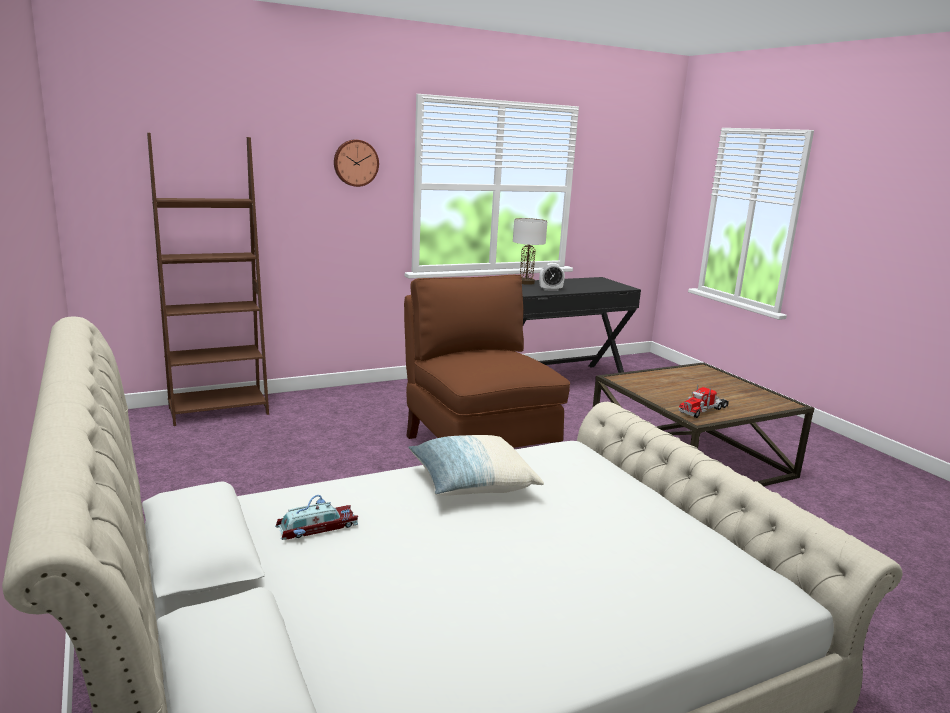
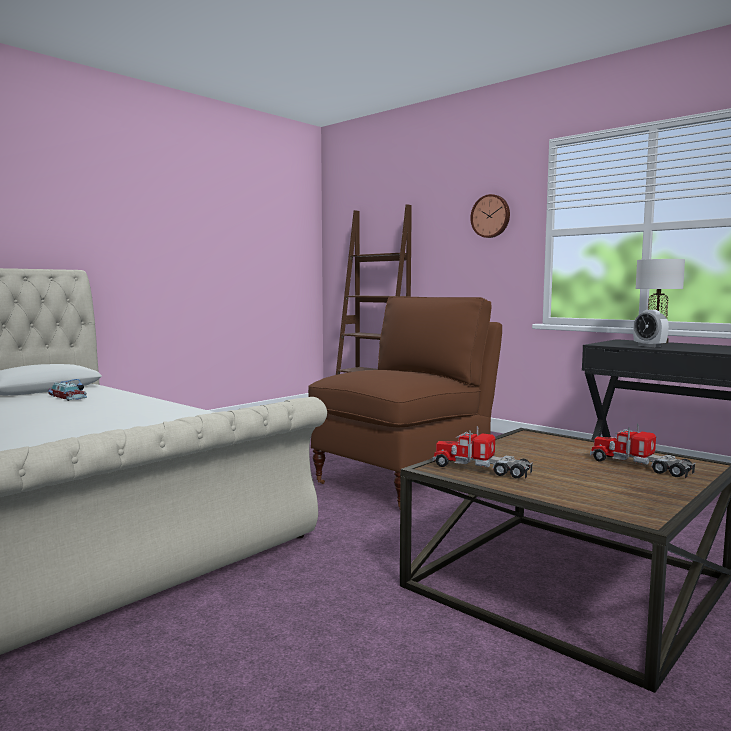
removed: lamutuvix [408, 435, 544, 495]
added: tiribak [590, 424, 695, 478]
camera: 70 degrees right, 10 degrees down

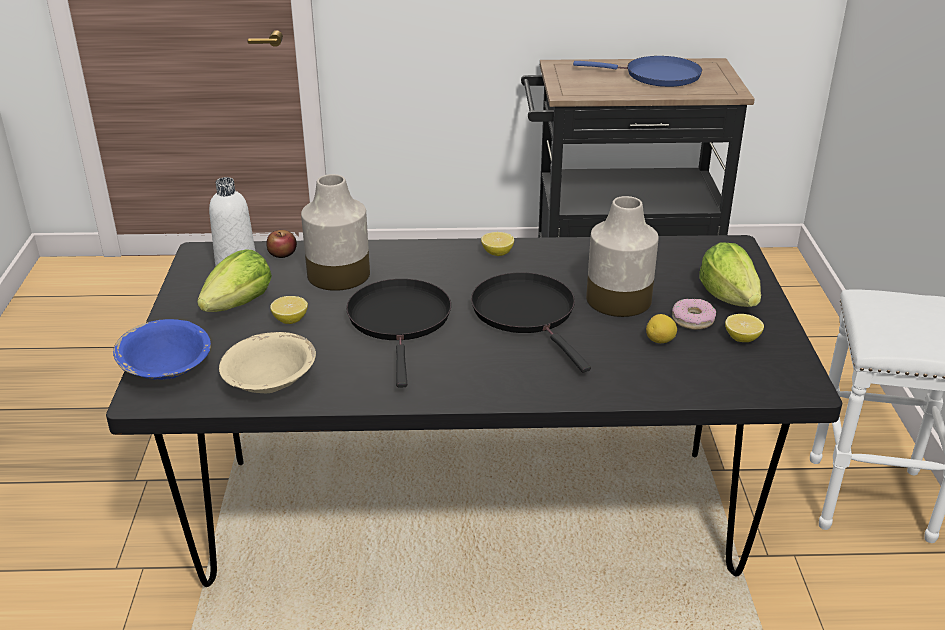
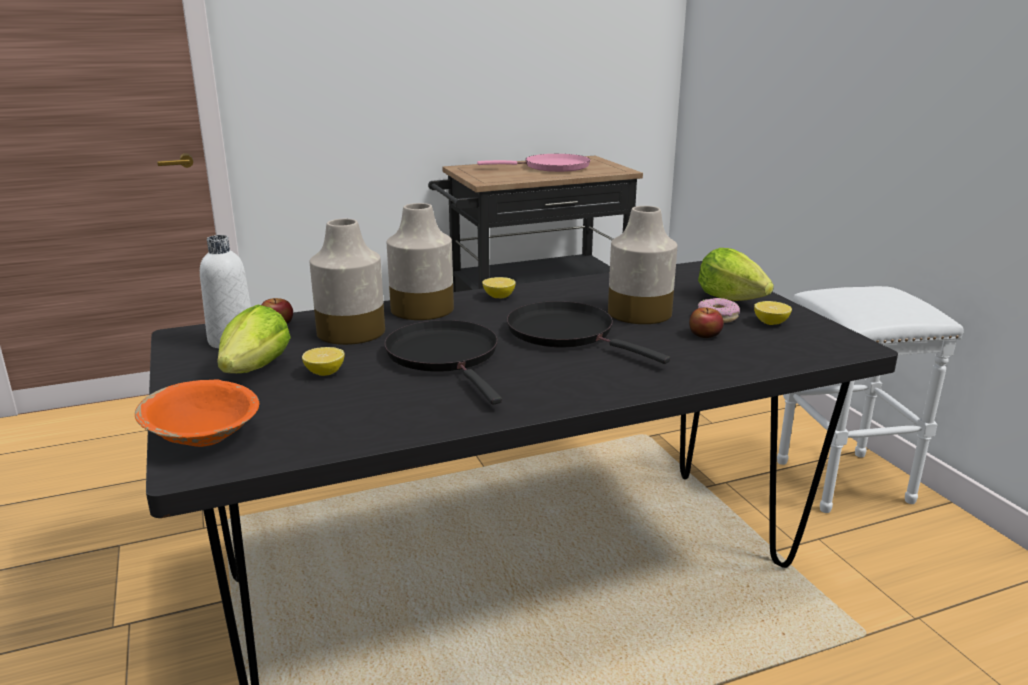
removed: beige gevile [219, 332, 316, 393]
added: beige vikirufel [387, 203, 454, 320]
replaced: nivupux [646, 314, 677, 343] to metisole [689, 307, 724, 338]
recoloured: blue gevile [113, 319, 211, 380] to orange gevile [135, 379, 259, 447]; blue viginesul [573, 56, 702, 87] to pink viginesul [477, 154, 590, 172]
camera: 20 degrees left, 10 degrees down

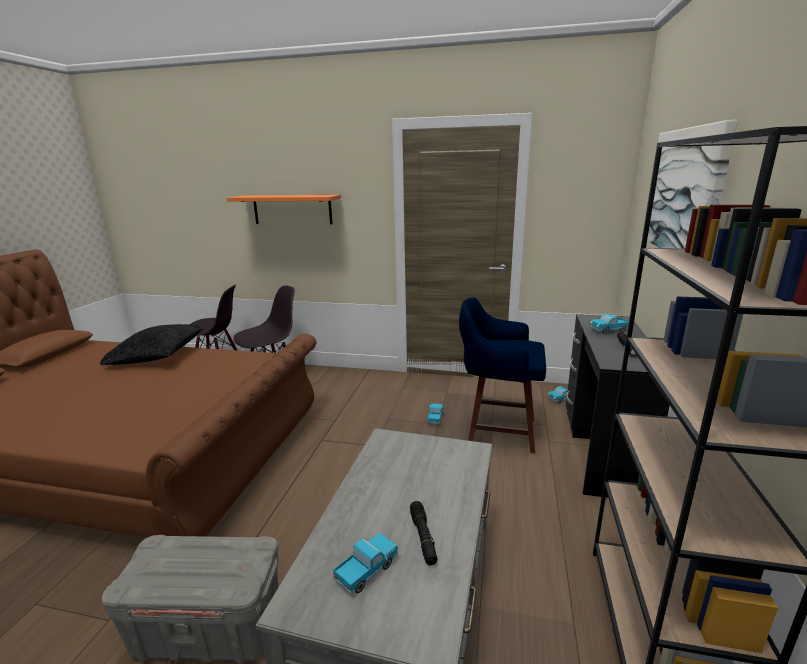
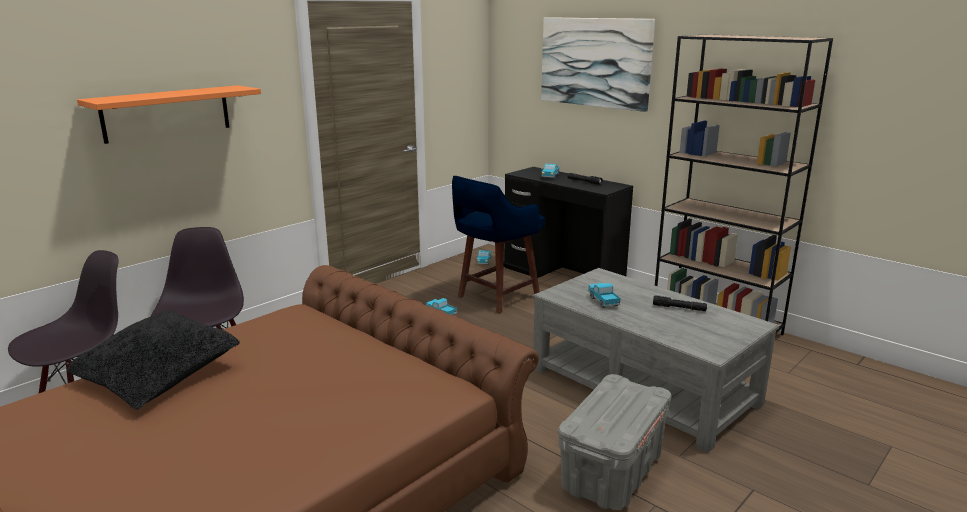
moved: tiribak [333, 533, 398, 595] to [588, 283, 621, 308]
camera: 60 degrees left, 0 degrees up

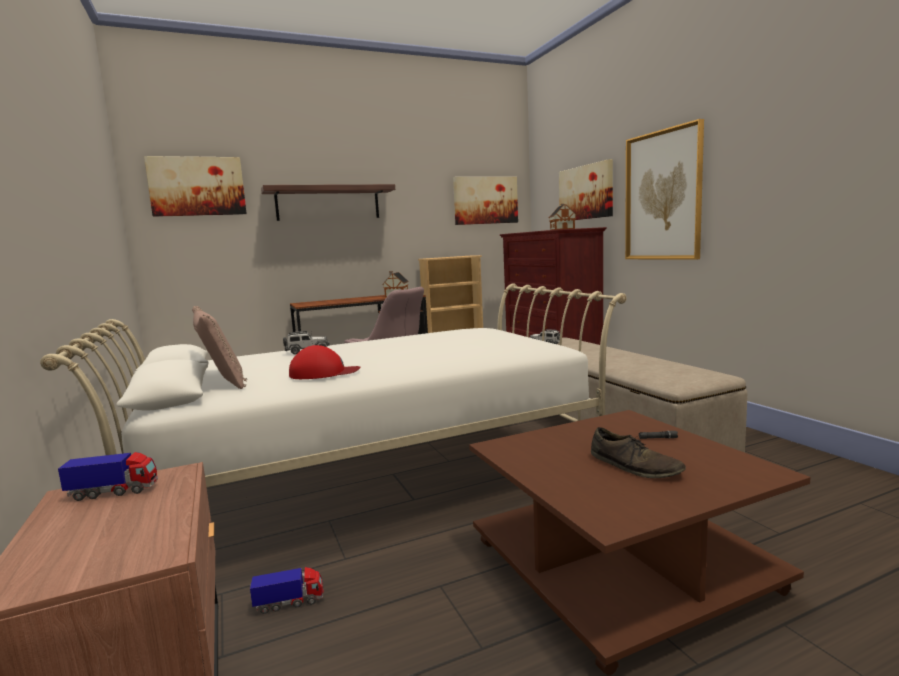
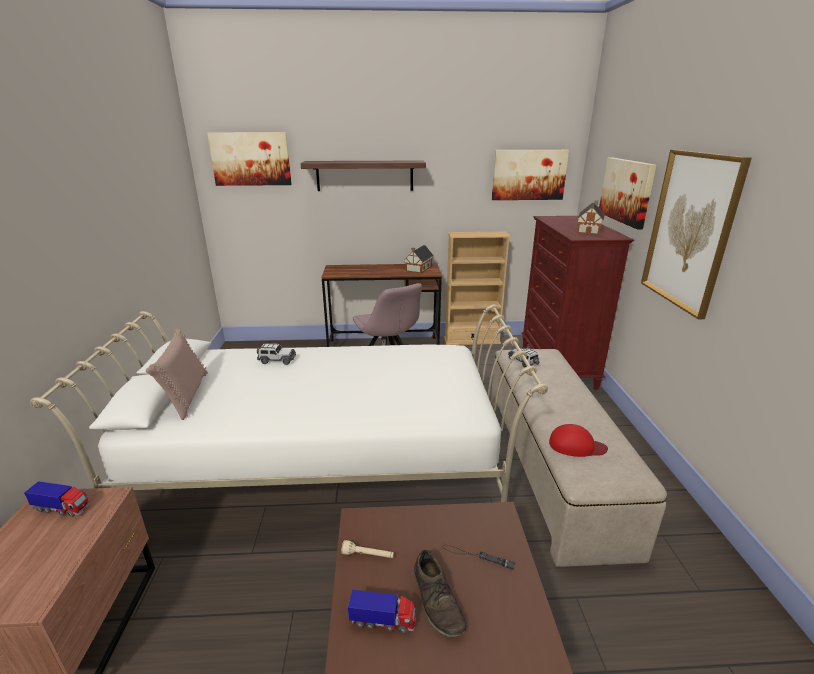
added: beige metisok [341, 540, 394, 558]
moved: tiribak [250, 567, 324, 614] to [348, 590, 416, 633]; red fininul [289, 345, 360, 379] to [549, 424, 608, 457]
camera: 20 degrees right, 15 degrees up

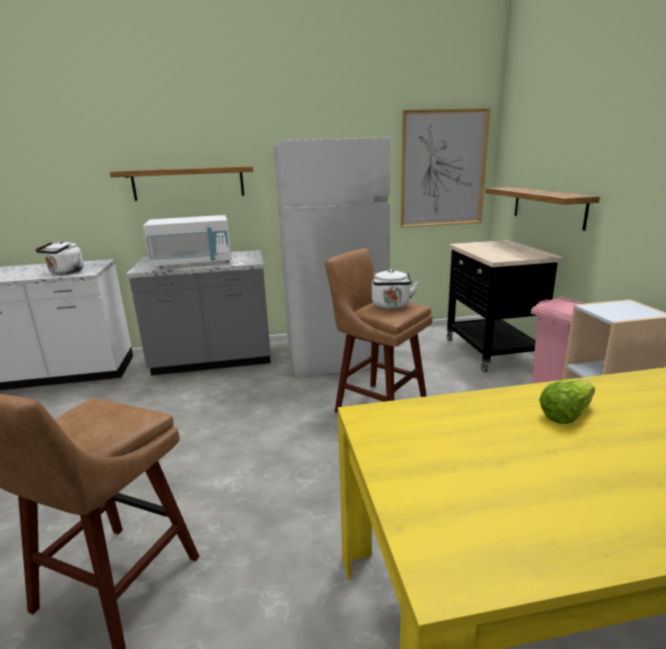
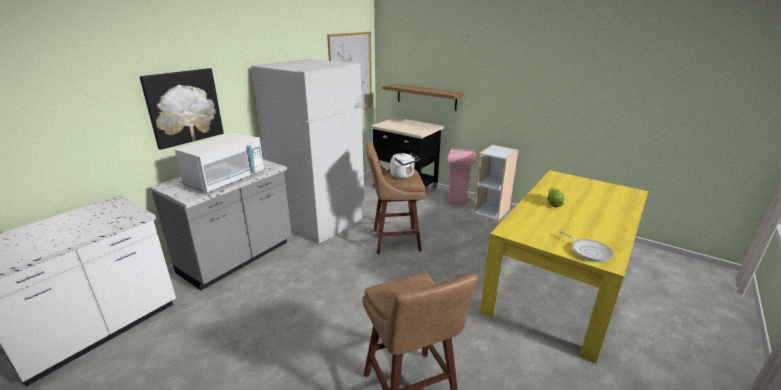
removed: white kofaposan [35, 241, 84, 274]
added: viginesul [559, 231, 614, 262]
replaced: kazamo [110, 166, 253, 201] to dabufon [140, 68, 224, 150]
camera: 45 degrees left, 5 degrees up

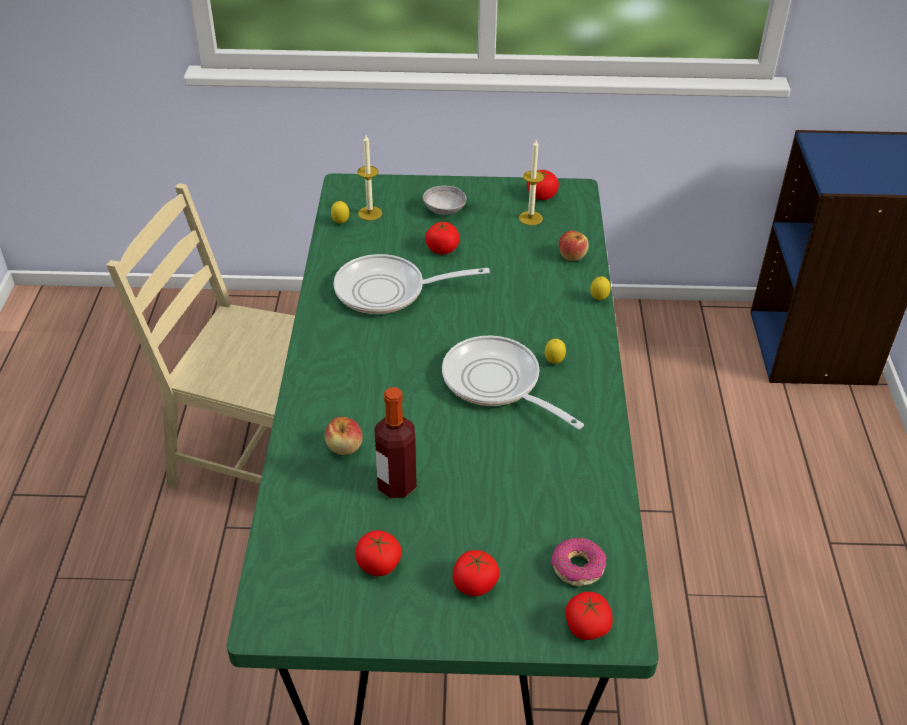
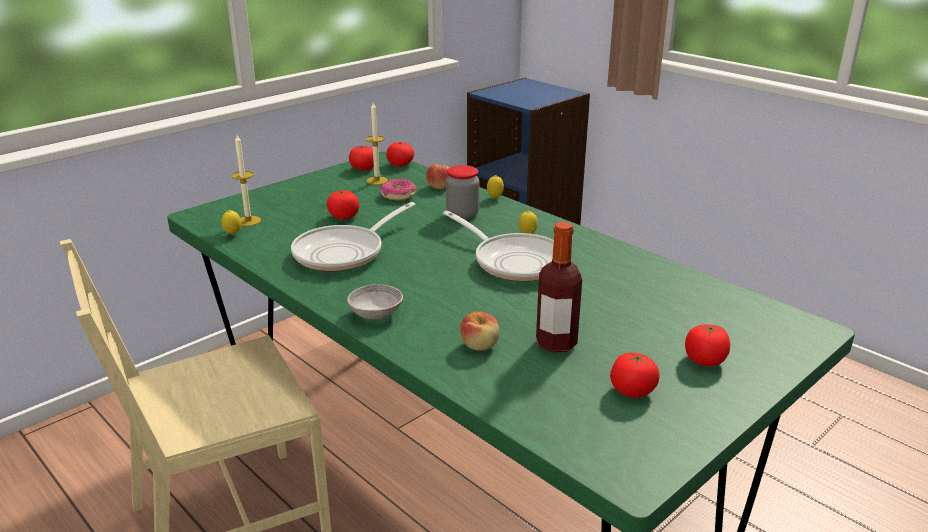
added: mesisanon [446, 165, 479, 220]
moved: grey gevile [423, 186, 467, 215] to [347, 284, 403, 319]; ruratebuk [551, 537, 607, 586] to [380, 179, 416, 200]; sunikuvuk [565, 592, 613, 640] to [386, 142, 414, 167]
turned: viginesul [442, 336, 584, 429] = [443, 211, 554, 282] 135 degrees counterclockwise
camera: 45 degrees left, 15 degrees down

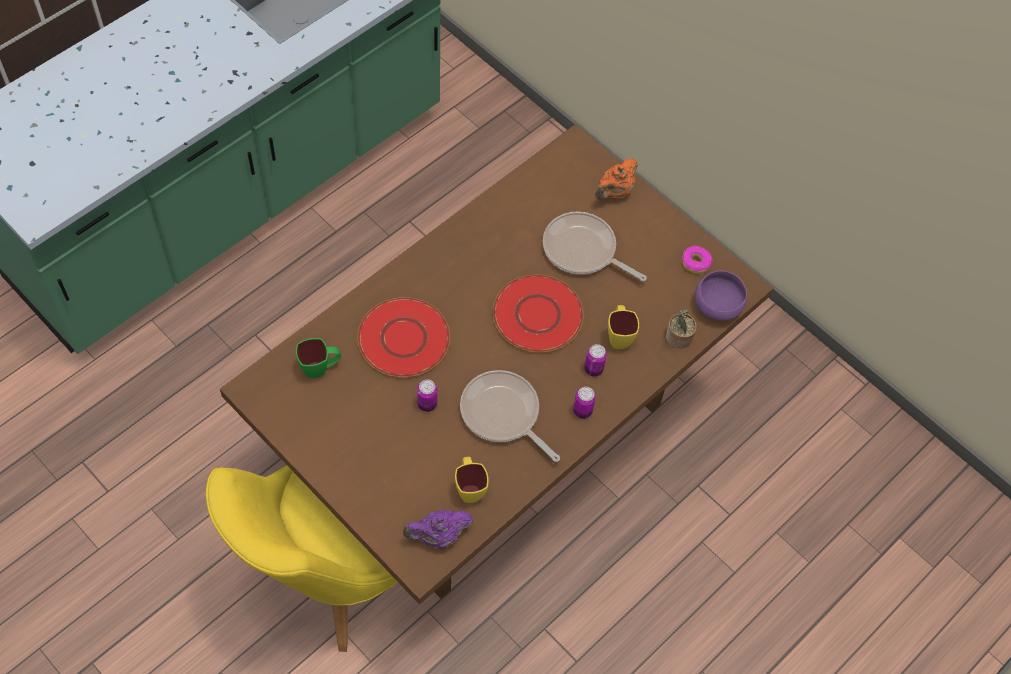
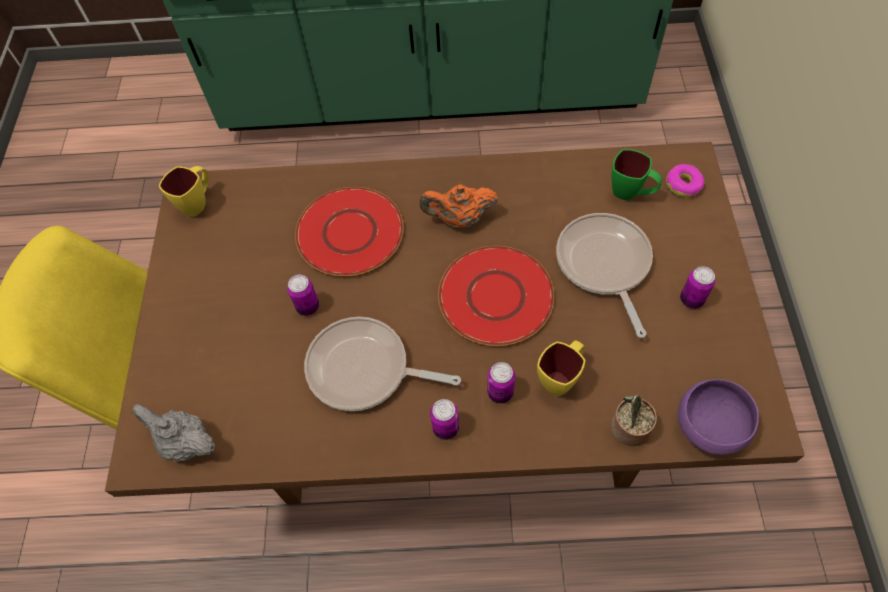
added: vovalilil [680, 266, 715, 309]
moved: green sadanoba [296, 338, 341, 378] to [612, 149, 662, 200]; yellow sadanoba [455, 457, 489, 503] to [159, 166, 209, 217]; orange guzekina [595, 159, 638, 200] to [420, 184, 498, 228]; ruratebuk [682, 246, 712, 274] to [666, 164, 705, 197]
recoloured: purple guzekina [403, 510, 473, 549] to grey guzekina [132, 404, 215, 461]
turned: viginesul [460, 370, 560, 462] = [304, 317, 461, 411] 75 degrees counterclockwise
camera: 50 degrees right, 0 degrees up

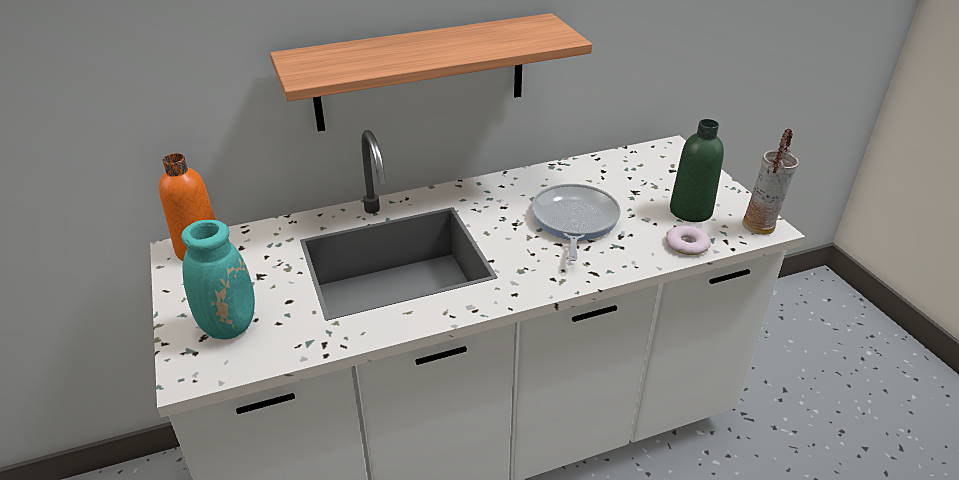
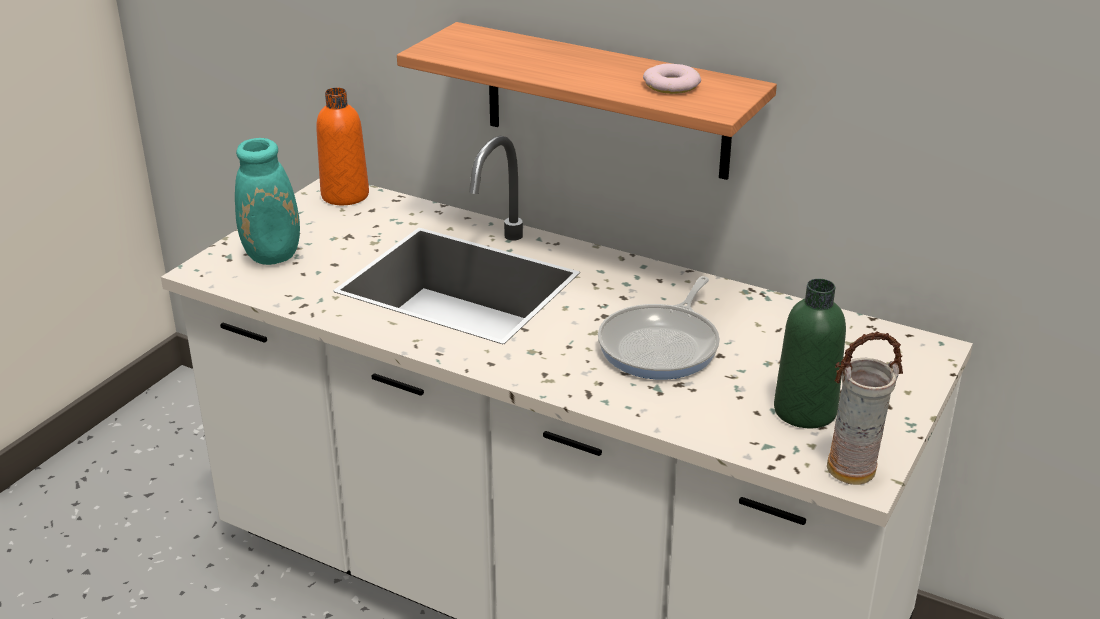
moved: ruratebuk [665, 225, 711, 255] to [643, 63, 701, 94]
turned: viginesul [531, 184, 621, 261] = [598, 276, 720, 380] 150 degrees clockwise
camera: 50 degrees right, 5 degrees down

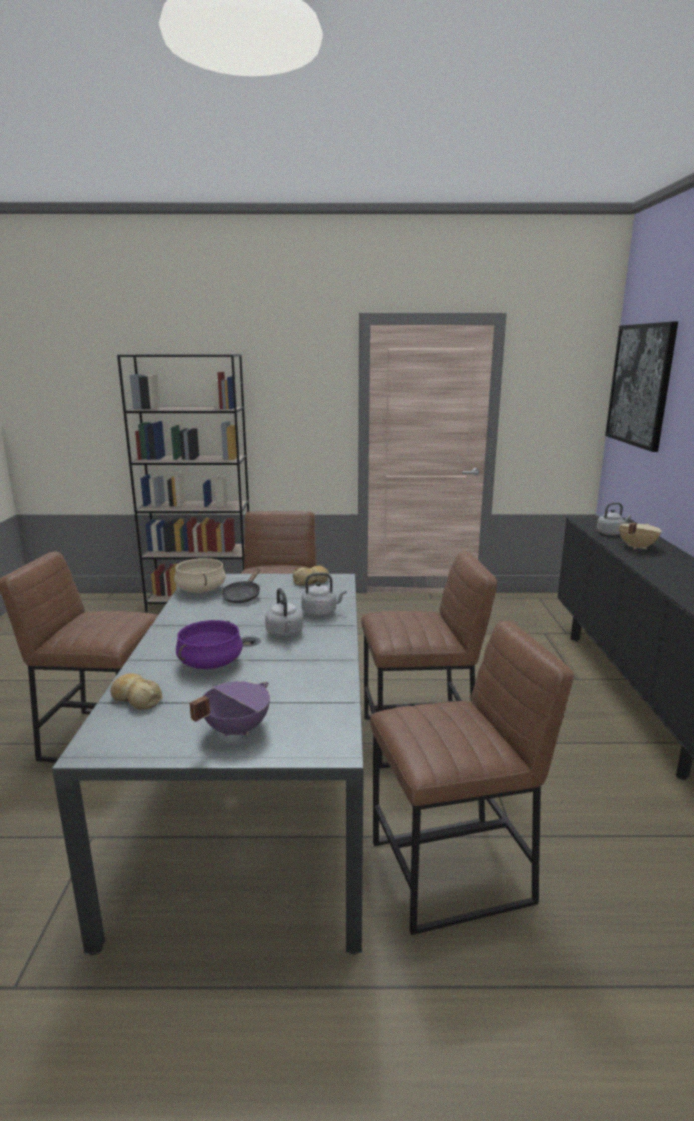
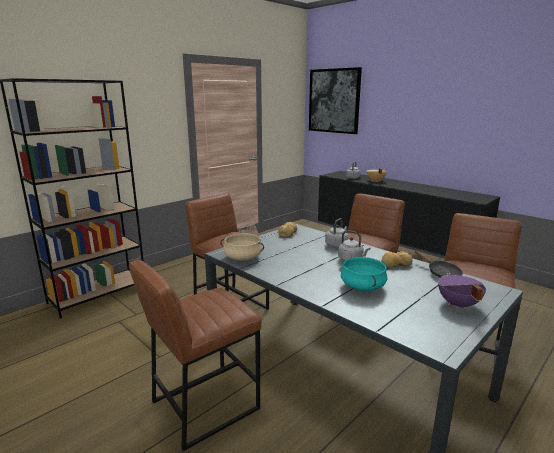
moved: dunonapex [111, 673, 163, 709] to [381, 251, 412, 268]; black viginesul [221, 568, 260, 603] to [415, 250, 463, 278]
recoloured: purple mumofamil [176, 620, 243, 669] to turquoise mumofamil [341, 257, 387, 291]
camera: 45 degrees left, 0 degrees up

